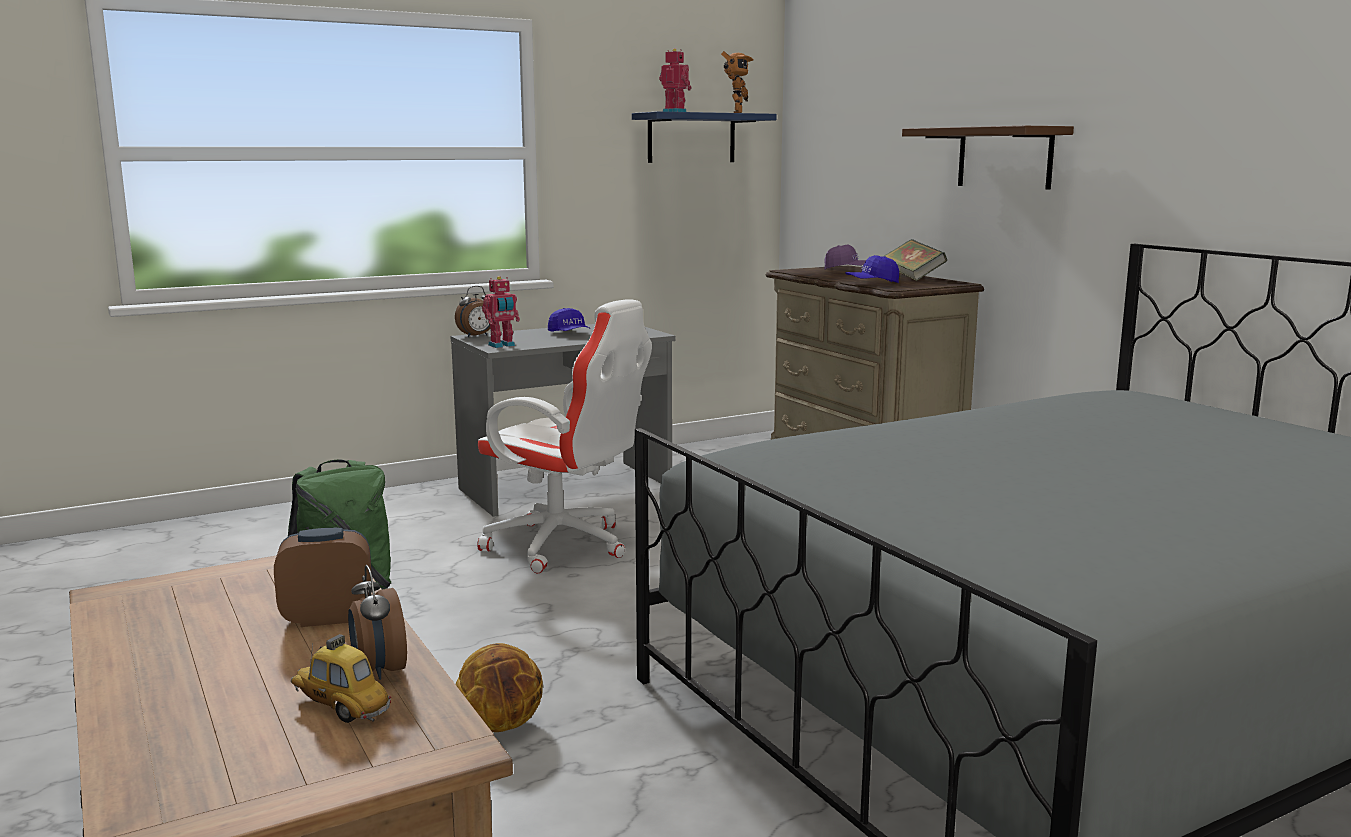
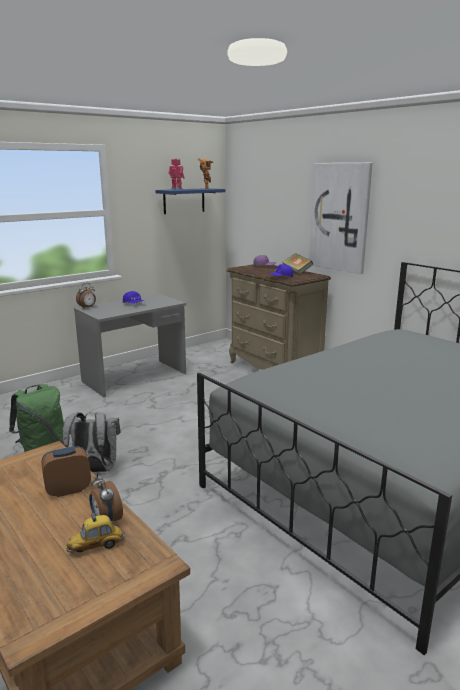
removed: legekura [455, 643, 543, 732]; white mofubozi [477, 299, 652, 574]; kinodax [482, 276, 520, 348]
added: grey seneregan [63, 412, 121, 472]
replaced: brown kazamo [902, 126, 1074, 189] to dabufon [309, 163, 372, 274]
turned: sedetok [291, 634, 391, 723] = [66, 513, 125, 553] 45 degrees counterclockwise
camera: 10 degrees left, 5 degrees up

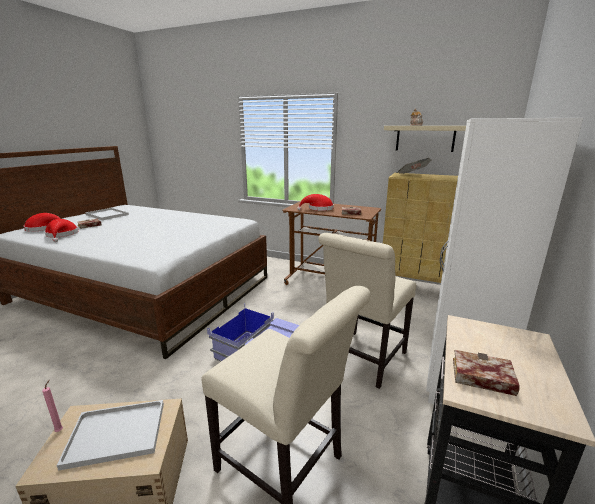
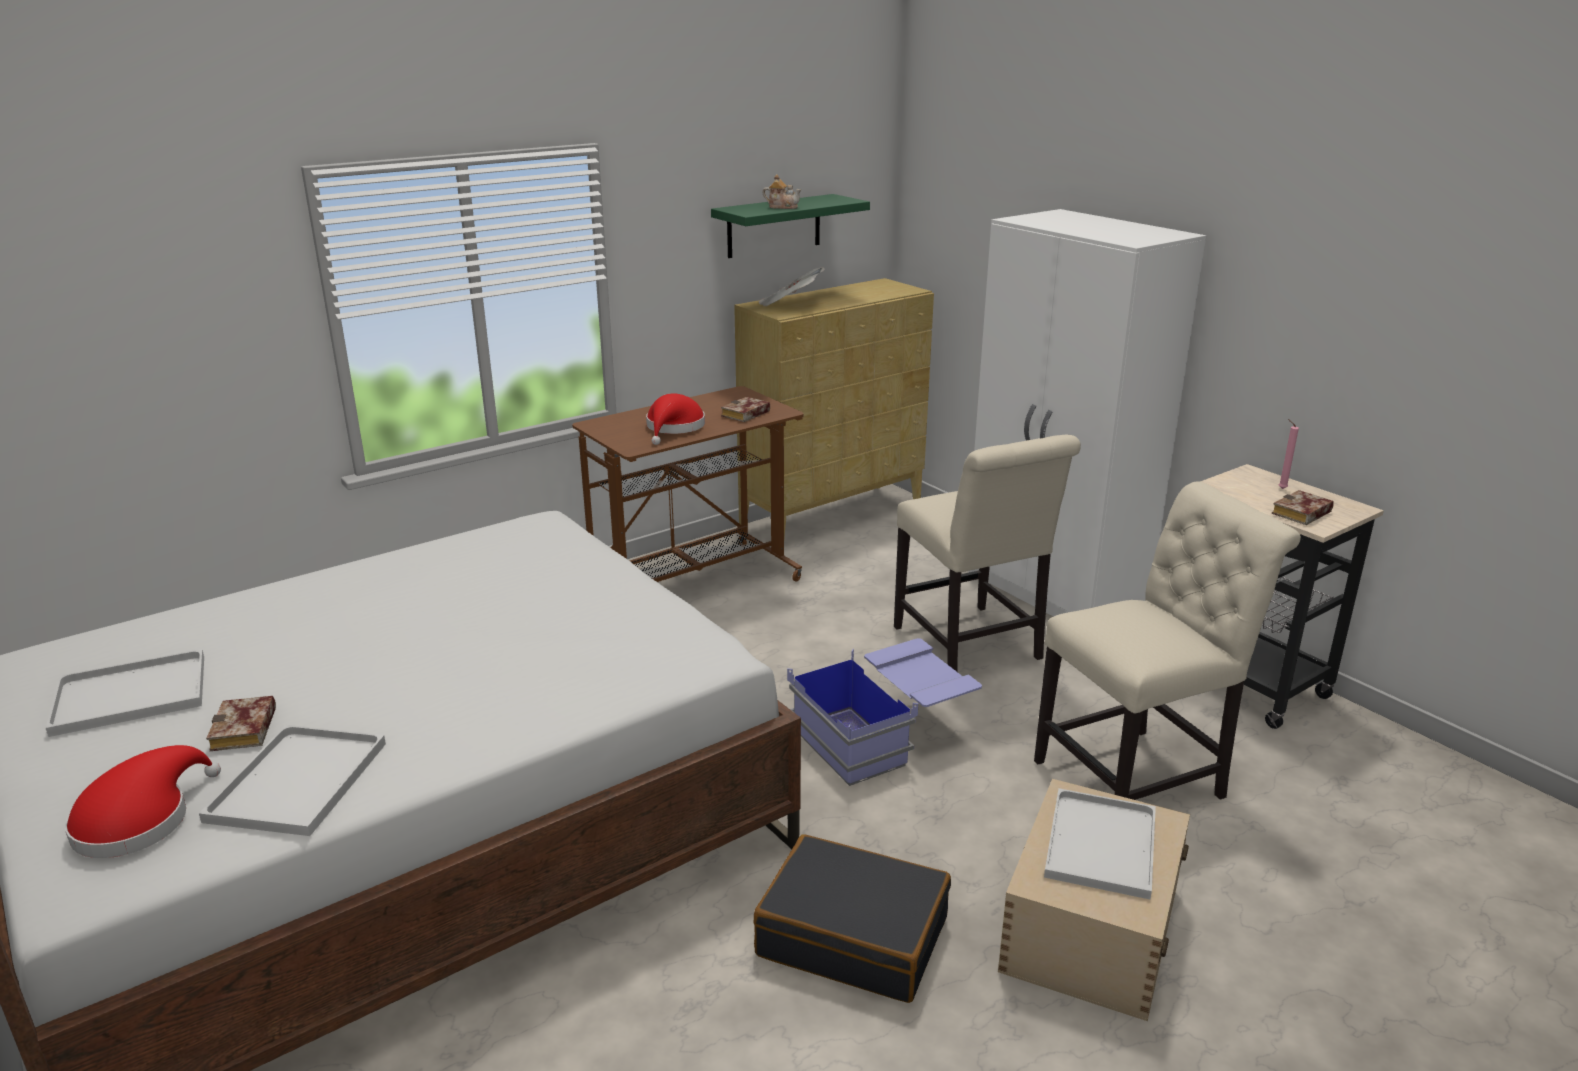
added: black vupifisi [753, 834, 951, 1003]
moved: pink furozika [42, 380, 63, 432] to [1279, 419, 1299, 489]
replaced: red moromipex [45, 219, 78, 242] to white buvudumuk [199, 725, 386, 836]
recoloured: beige kazamo [384, 126, 466, 152] to green kazamo [711, 194, 870, 258]
camera: 60 degrees left, 5 degrees up

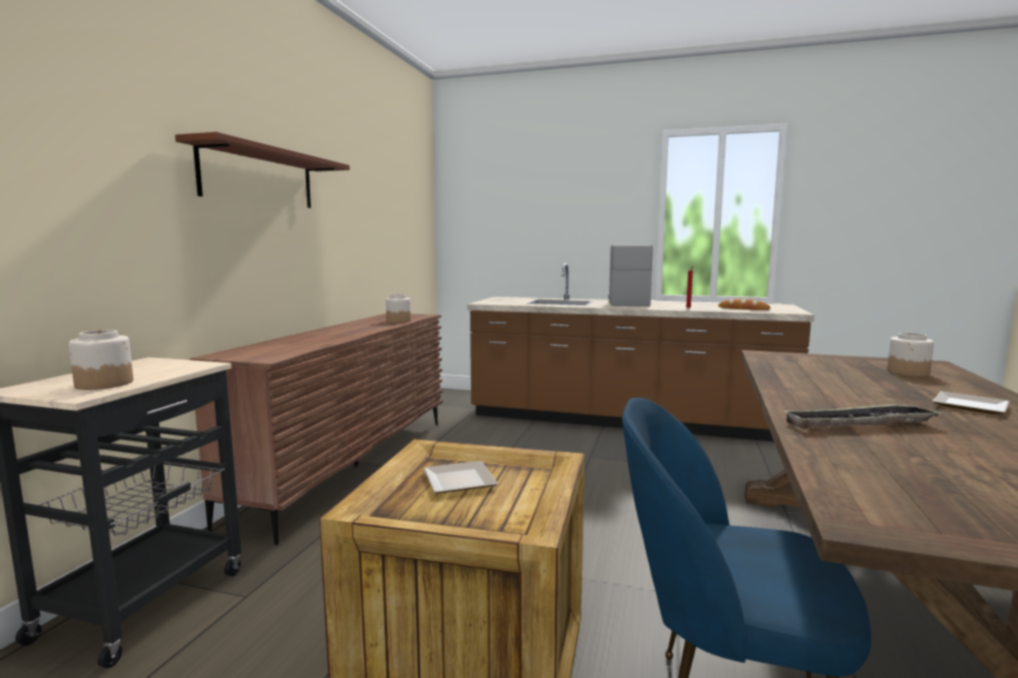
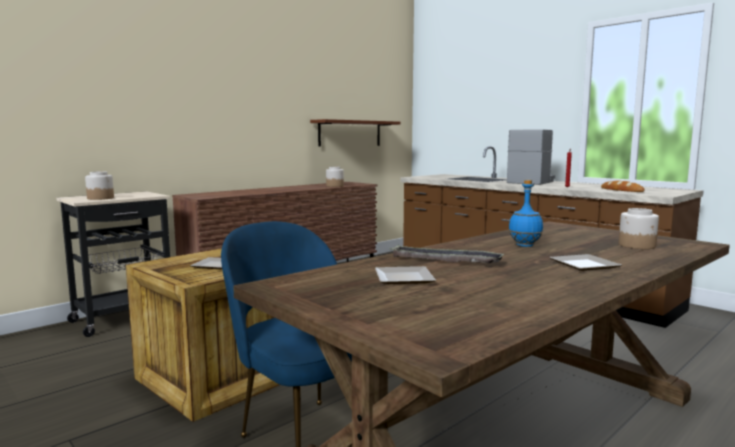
added: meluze [375, 266, 436, 284]; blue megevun [509, 180, 543, 247]
moved: brown kazamo [175, 132, 350, 208] to [310, 119, 400, 147]
camera: 30 degrees right, 0 degrees up

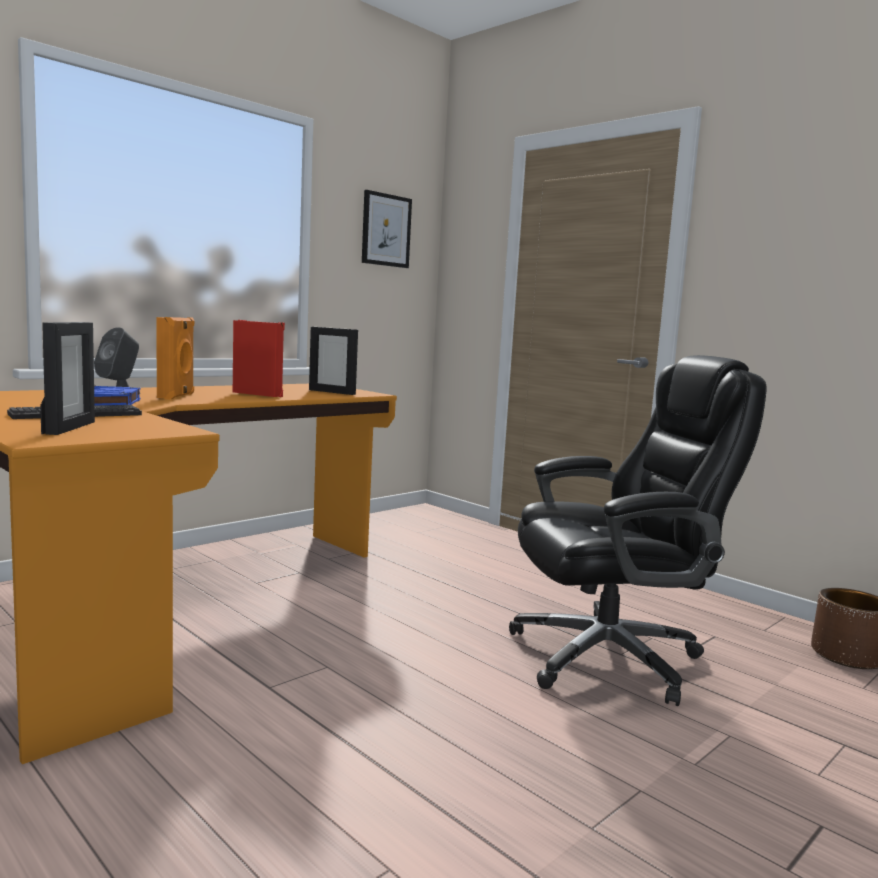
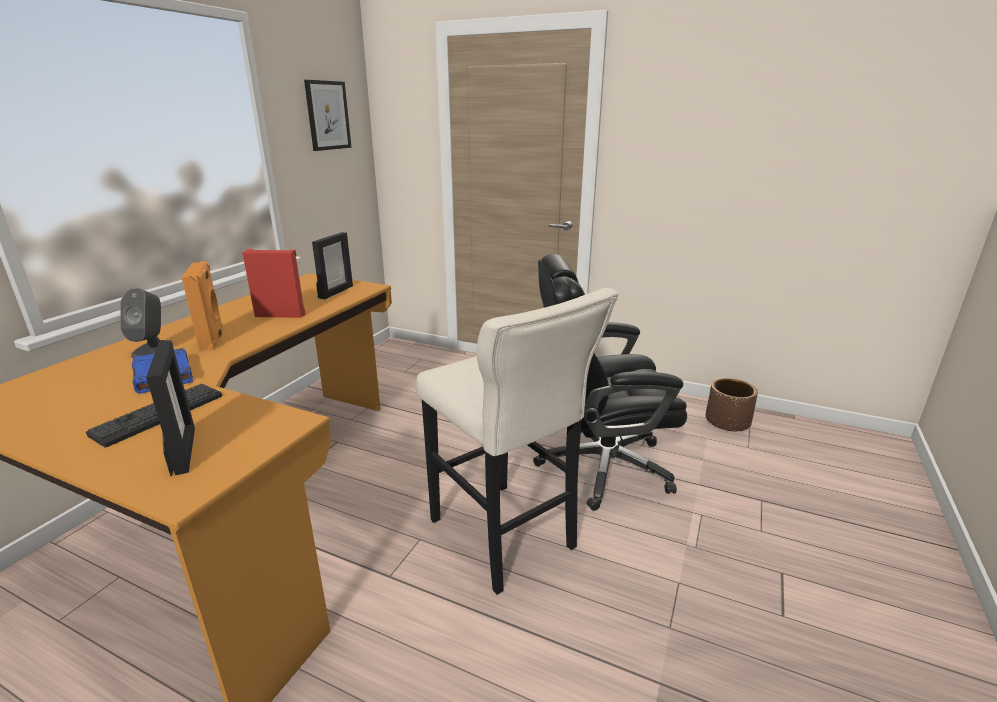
added: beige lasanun [416, 288, 618, 595]
turned: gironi [309, 327, 358, 395] = [312, 232, 353, 299] 75 degrees counterclockwise; black mofubozi [509, 355, 767, 706] = [533, 254, 687, 511] 150 degrees counterclockwise
camera: 20 degrees left, 15 degrees up

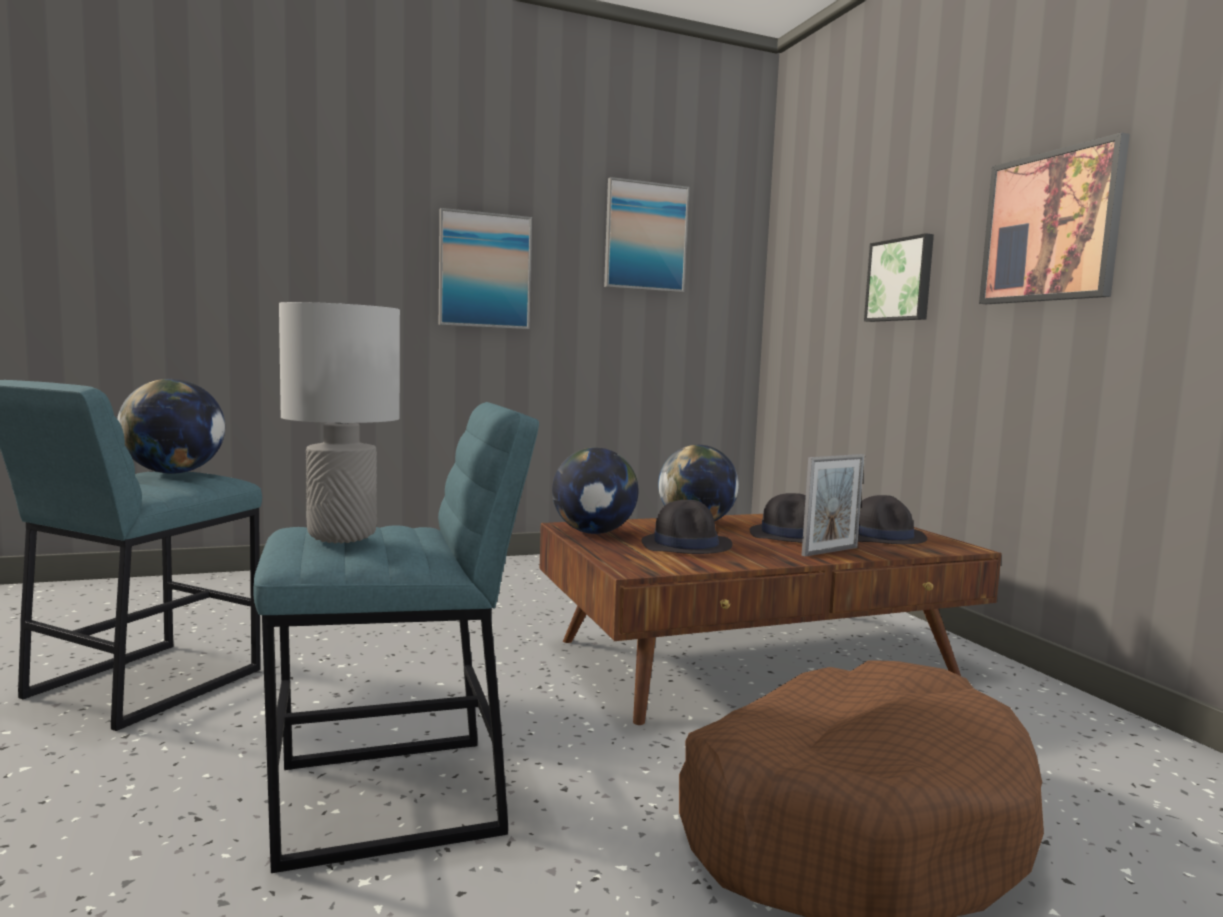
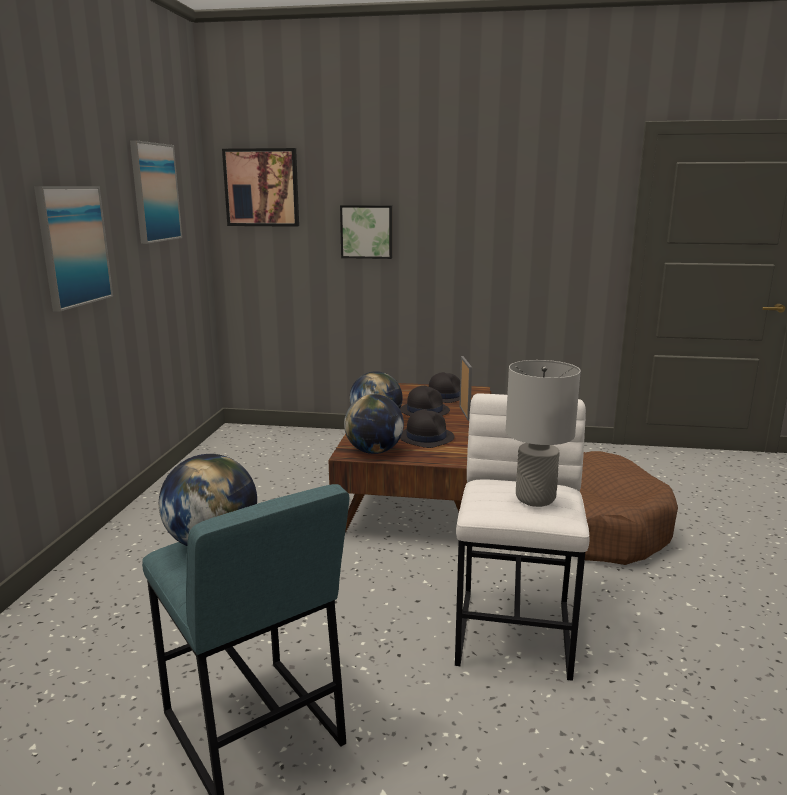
moved: dabufon [979, 132, 1130, 304] to [222, 148, 299, 227]
recoloured: blue lasanun [253, 402, 539, 873] to white lasanun [455, 394, 589, 681]
camera: 60 degrees left, 10 degrees up

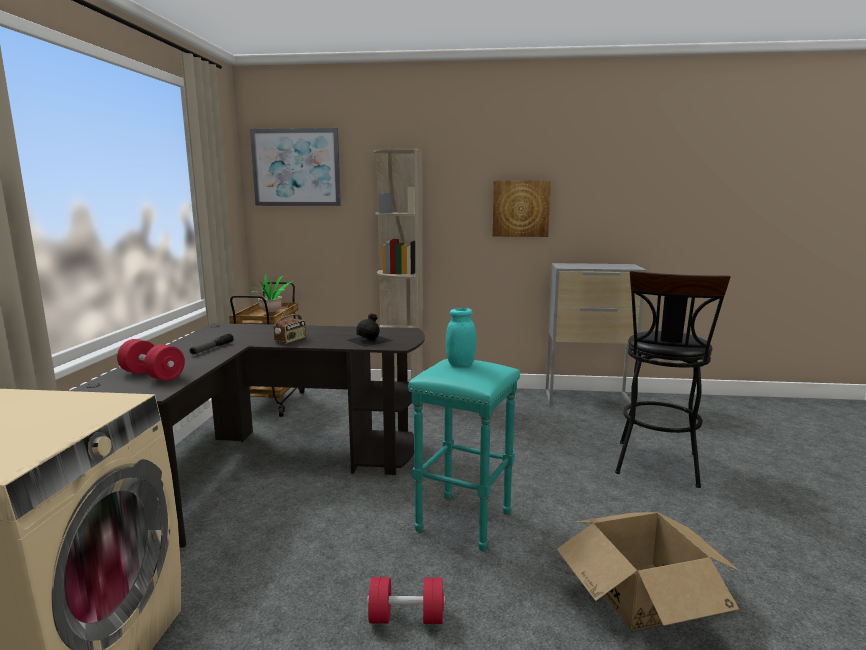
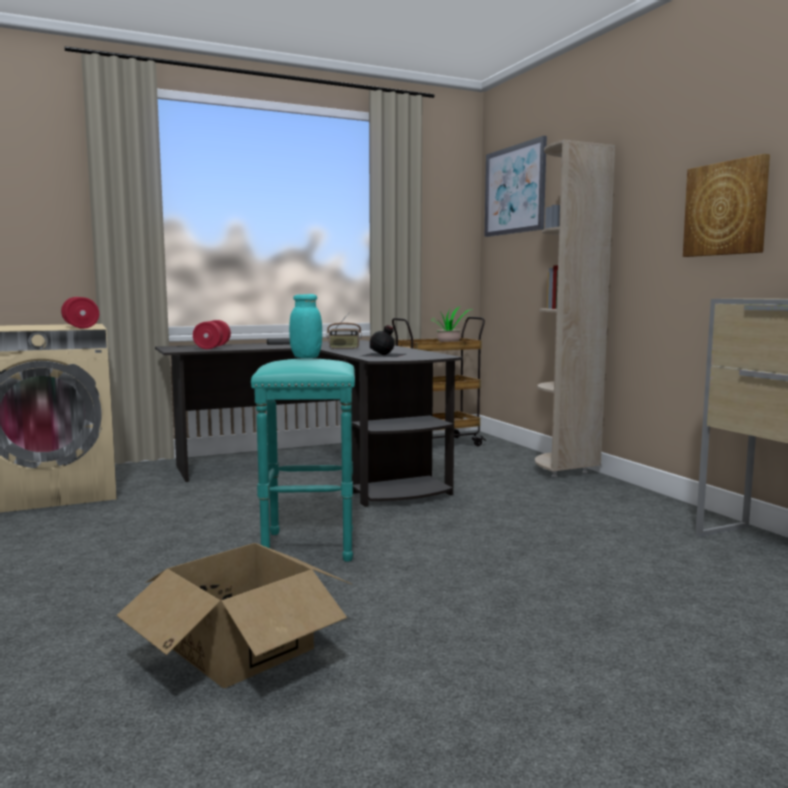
removed: black lasanun [615, 271, 731, 488]
moved: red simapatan [367, 577, 446, 624] to [61, 297, 99, 329]
camera: 60 degrees right, 5 degrees down

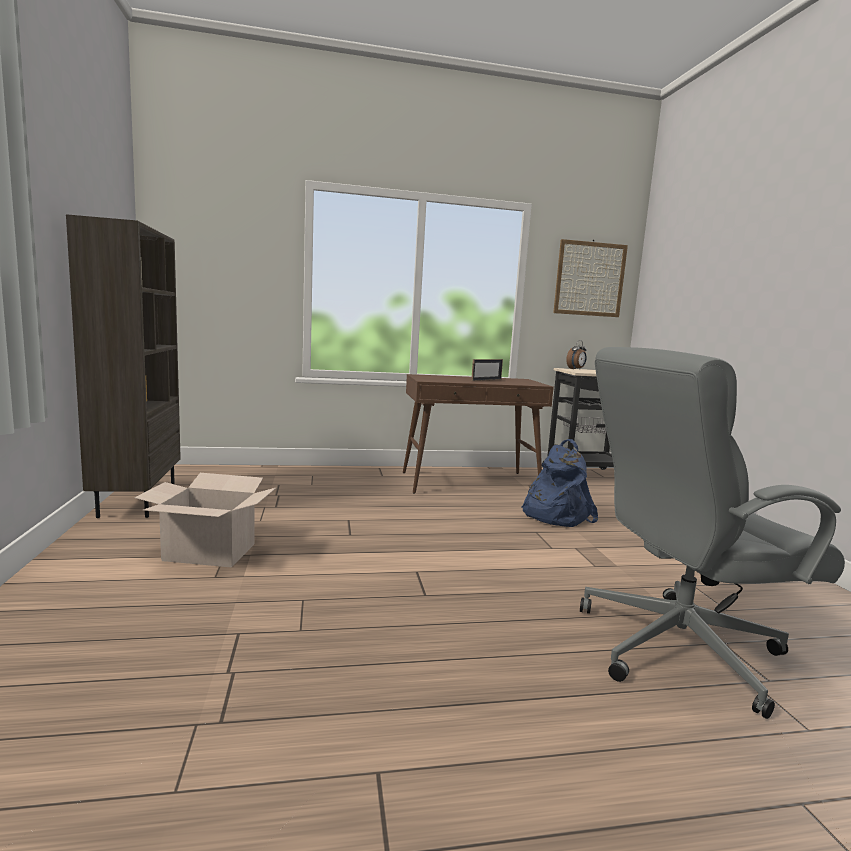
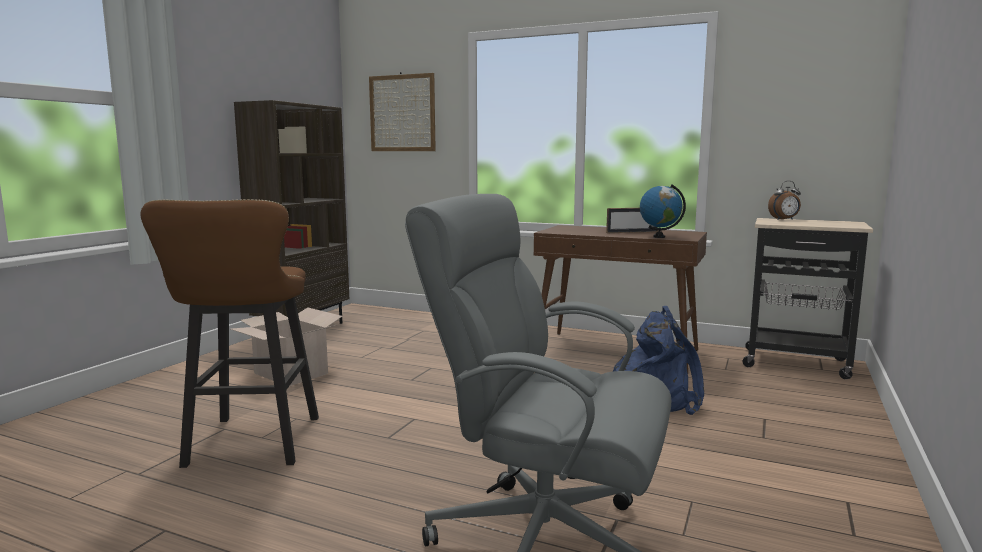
added: brown lasanun [141, 199, 319, 468]; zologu [640, 184, 686, 238]
moved: dabufon [553, 239, 628, 317] to [369, 72, 436, 151]
camera: 35 degrees right, 0 degrees up

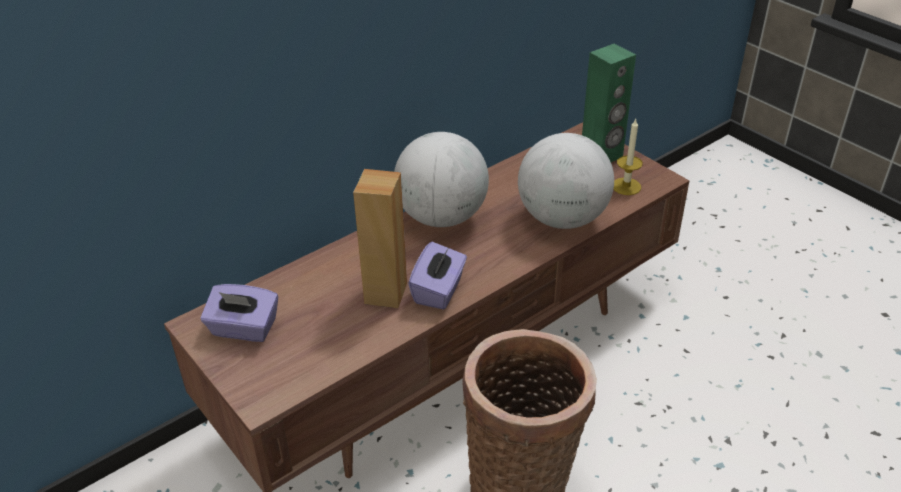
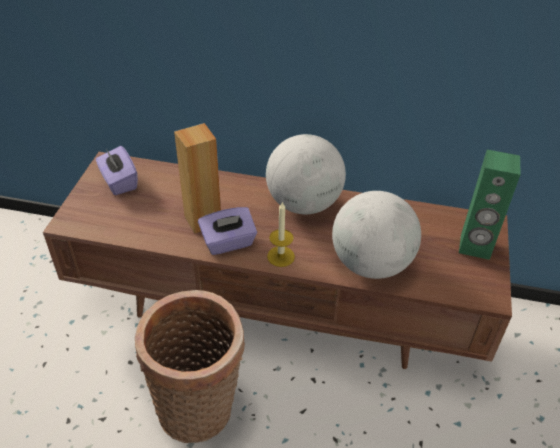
moved: furozika [613, 119, 643, 195] to [267, 202, 295, 267]
camera: 50 degrees right, 5 degrees up

